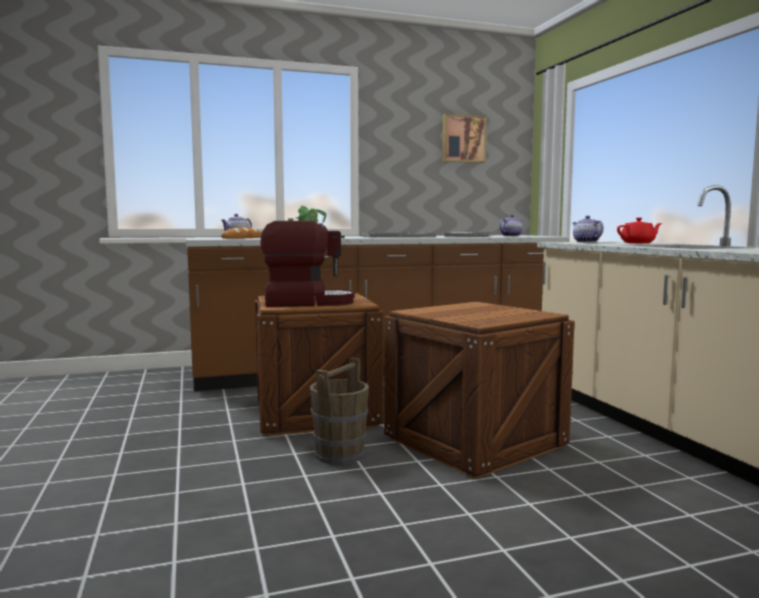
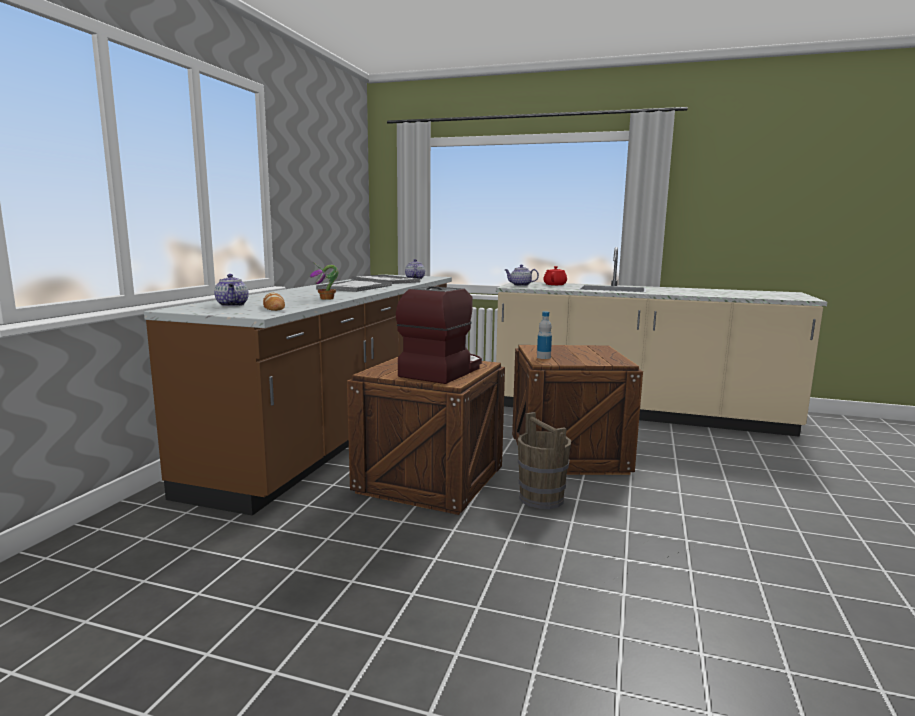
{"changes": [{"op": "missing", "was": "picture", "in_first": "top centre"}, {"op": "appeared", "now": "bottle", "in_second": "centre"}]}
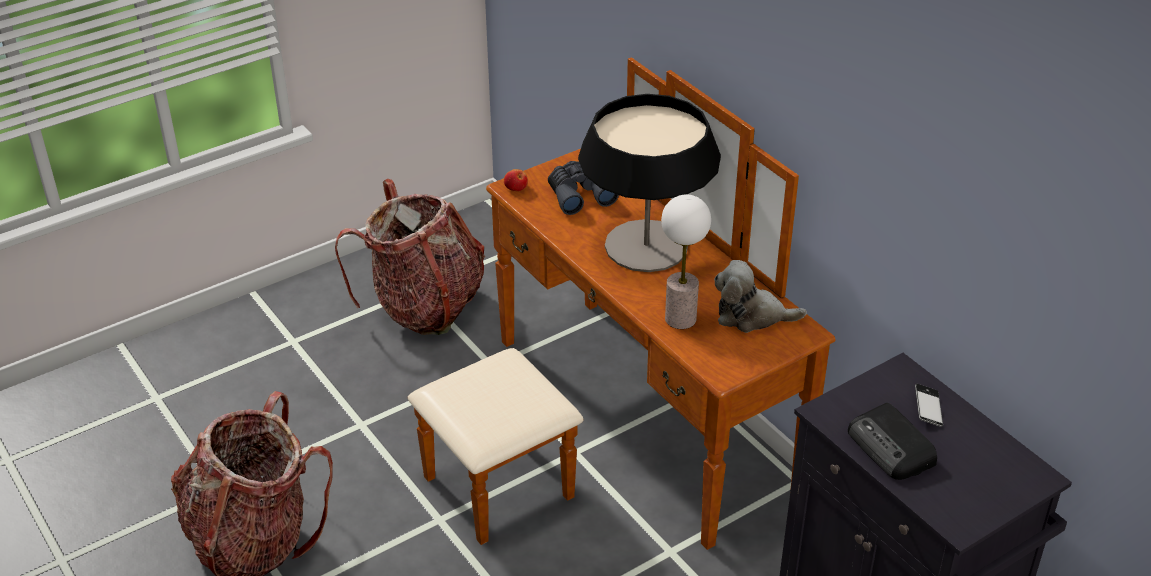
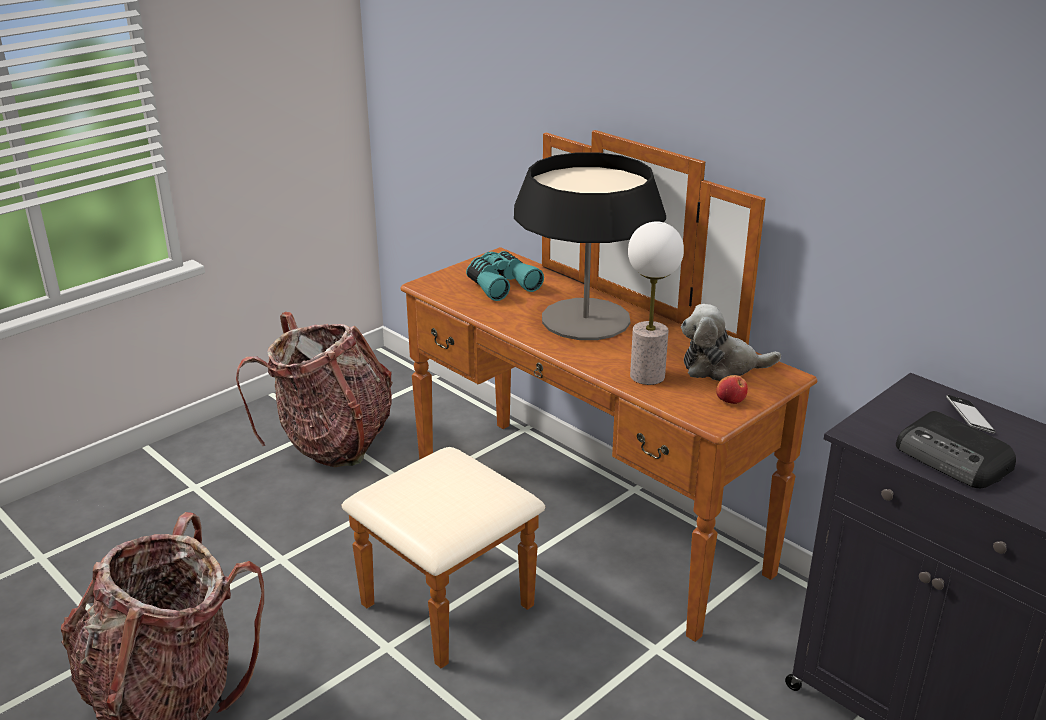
{"changes": [{"op": "relocated", "was": "apple", "in_first": "top centre", "in_second": "middle right"}, {"op": "colour", "was": "grey binoculars", "now": "turquoise binoculars", "in_first": "top centre", "in_second": "centre"}]}
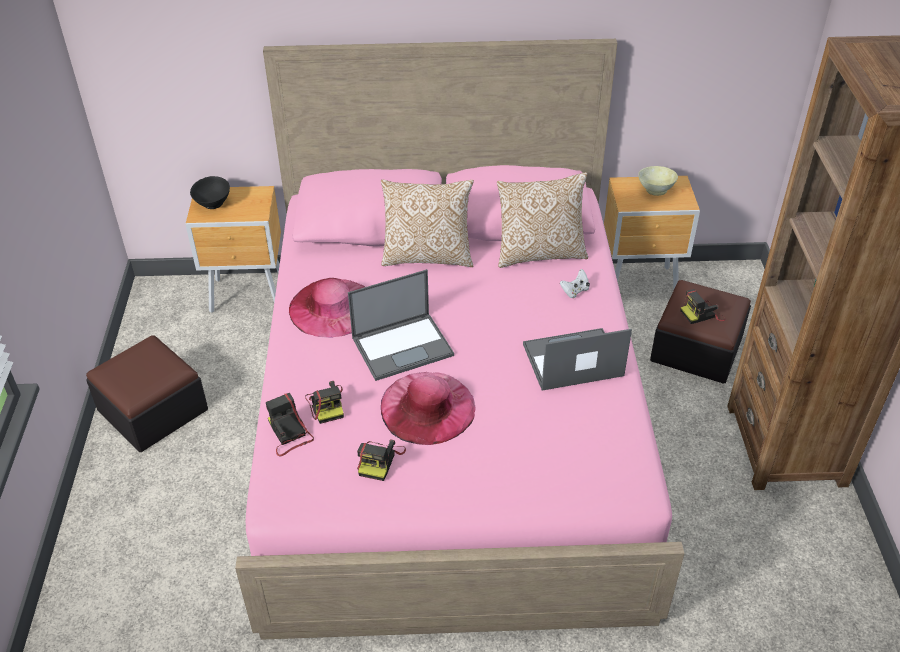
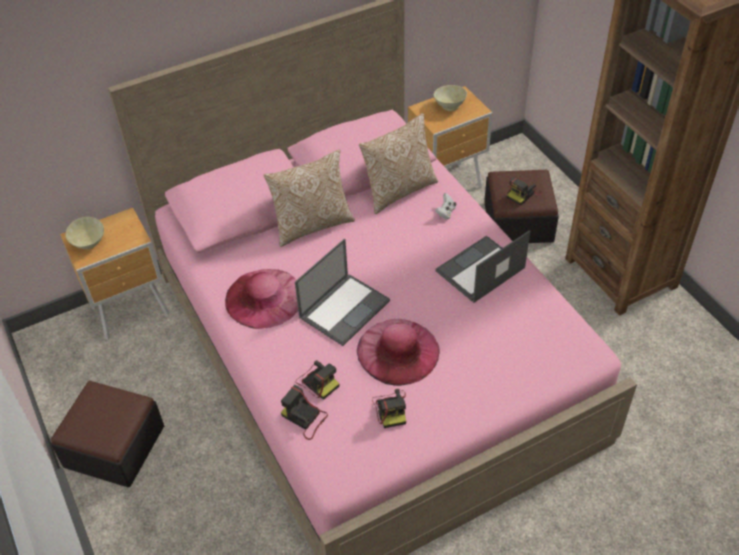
{"changes": [{"op": "colour", "was": "black bowl", "now": "beige bowl (no. 1 from left)", "in_first": "top left", "in_second": "middle left"}]}
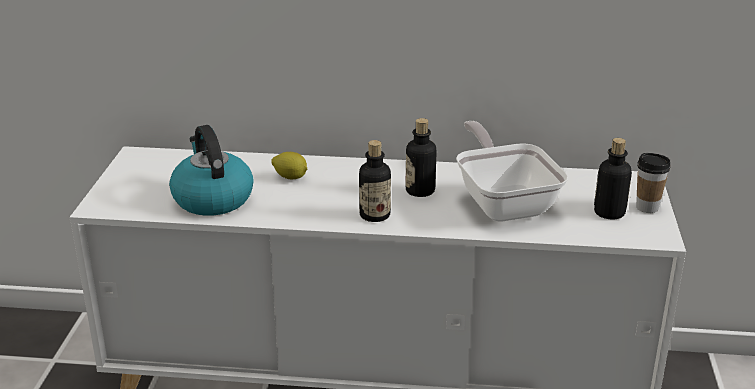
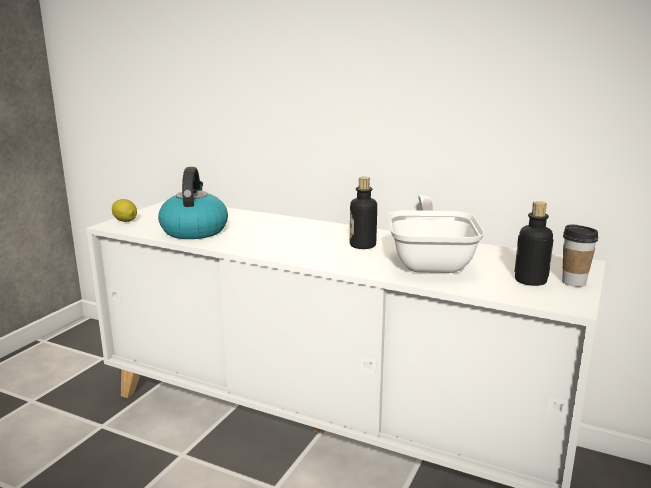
{"changes": [{"op": "missing", "was": "bottle (no. 1 from left)", "in_first": "centre"}, {"op": "relocated", "was": "lemon", "in_first": "centre", "in_second": "middle left"}]}
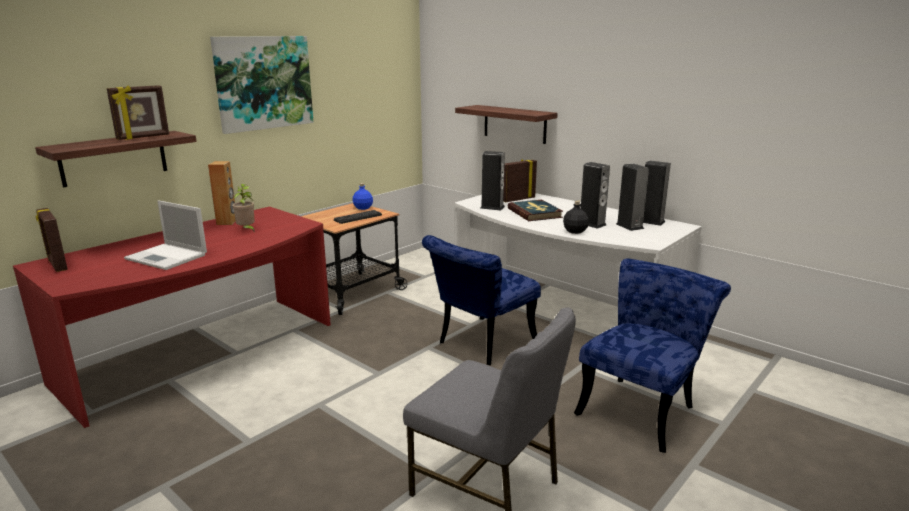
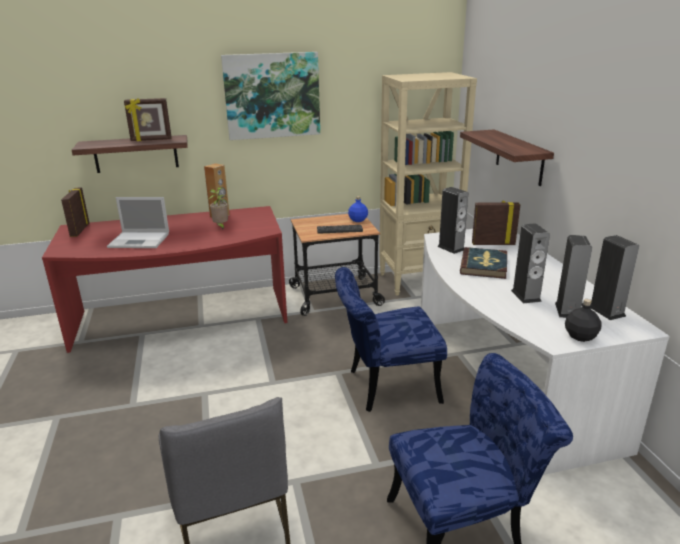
{"changes": [{"op": "appeared", "now": "beige bookcase", "in_second": "centre"}, {"op": "relocated", "was": "black bottle", "in_first": "centre", "in_second": "middle right"}, {"op": "spun", "was": "laptop", "in_first": "middle left", "in_second": "middle left", "clockwise": -60}]}
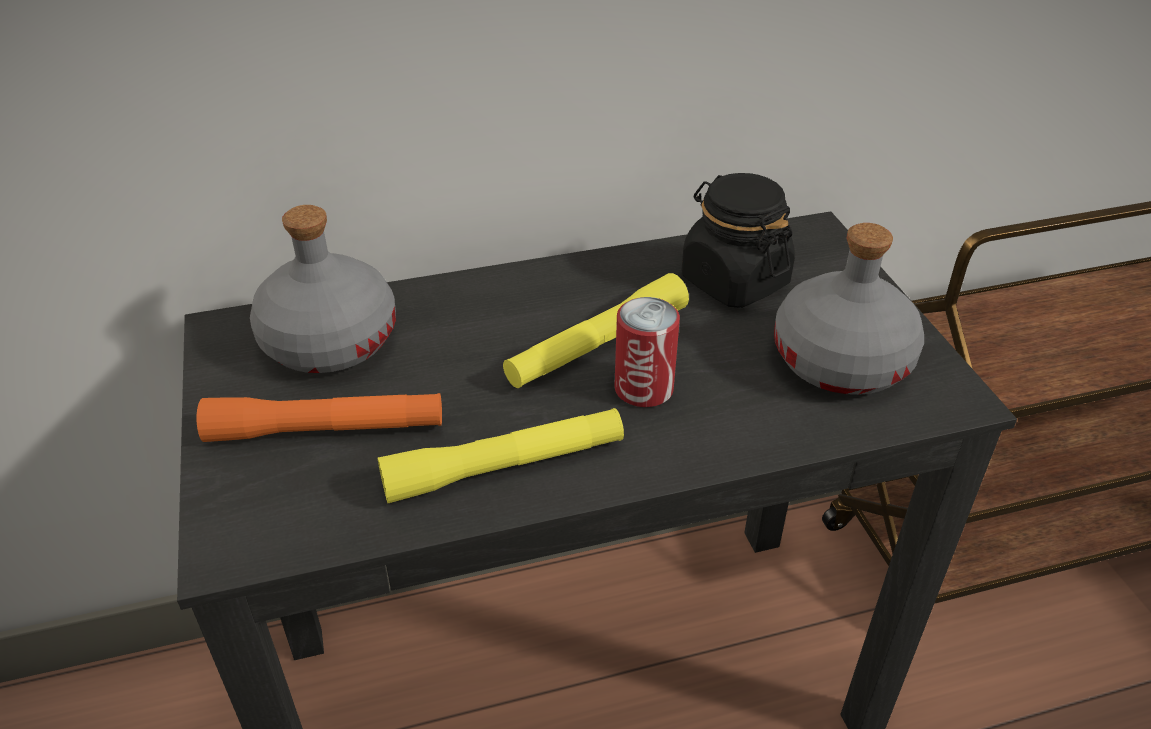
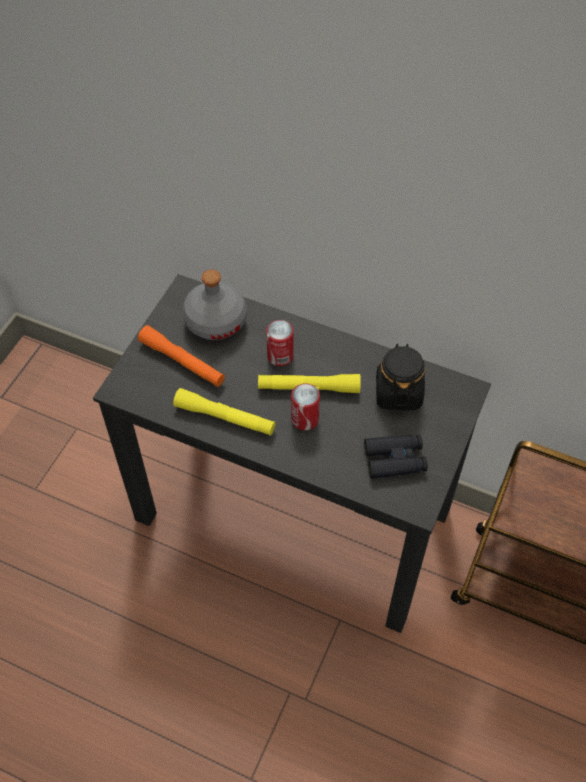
{"changes": [{"op": "appeared", "now": "can (no. 1 from left)", "in_second": "centre"}, {"op": "exchanged", "was": "grey bottle (no. 2 from left)", "now": "black binoculars", "in_first": "middle right", "in_second": "middle right"}]}
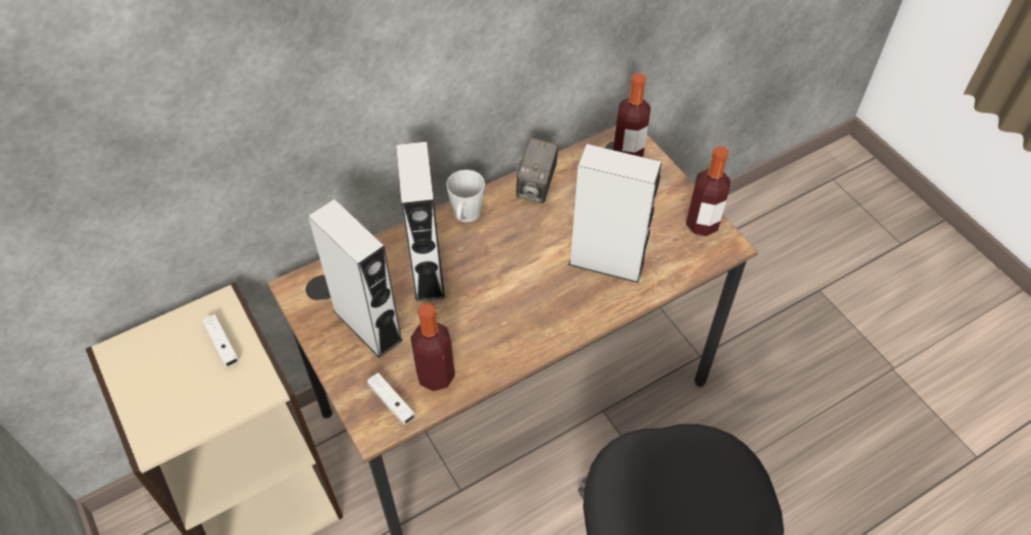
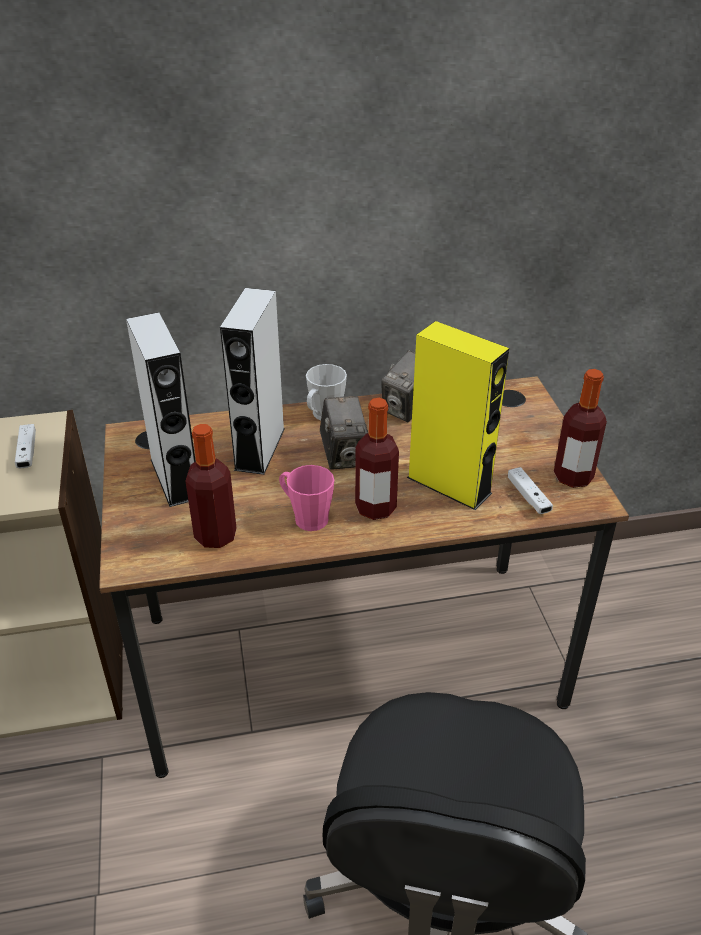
{"changes": [{"op": "appeared", "now": "pink mug", "in_second": "centre"}, {"op": "appeared", "now": "photo camera (no. 1 from left)", "in_second": "centre"}, {"op": "relocated", "was": "white game controller (no. 2 from left)", "in_first": "bottom centre", "in_second": "middle right"}, {"op": "relocated", "was": "bottle (no. 2 from left)", "in_first": "top centre", "in_second": "centre"}, {"op": "colour", "was": "grey speaker (no. 3 from left)", "now": "yellow speaker", "in_first": "centre", "in_second": "centre"}]}
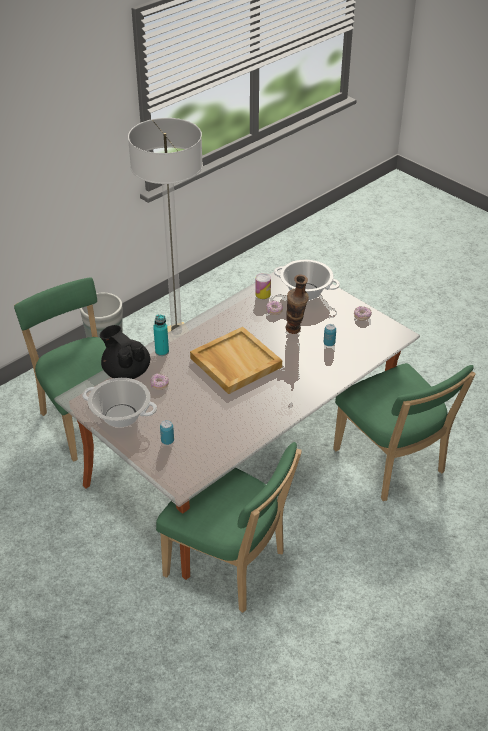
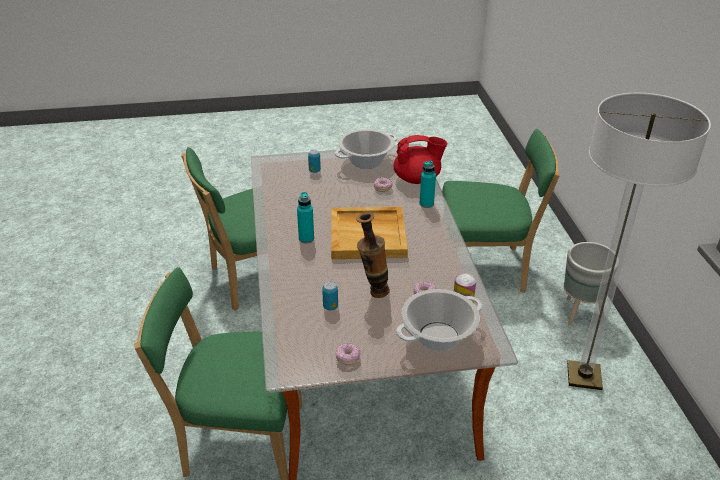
{"changes": [{"op": "appeared", "now": "turquoise bottle (no. 1 from left)", "in_second": "centre"}, {"op": "colour", "was": "black teapot", "now": "red teapot", "in_first": "middle left", "in_second": "top centre"}]}
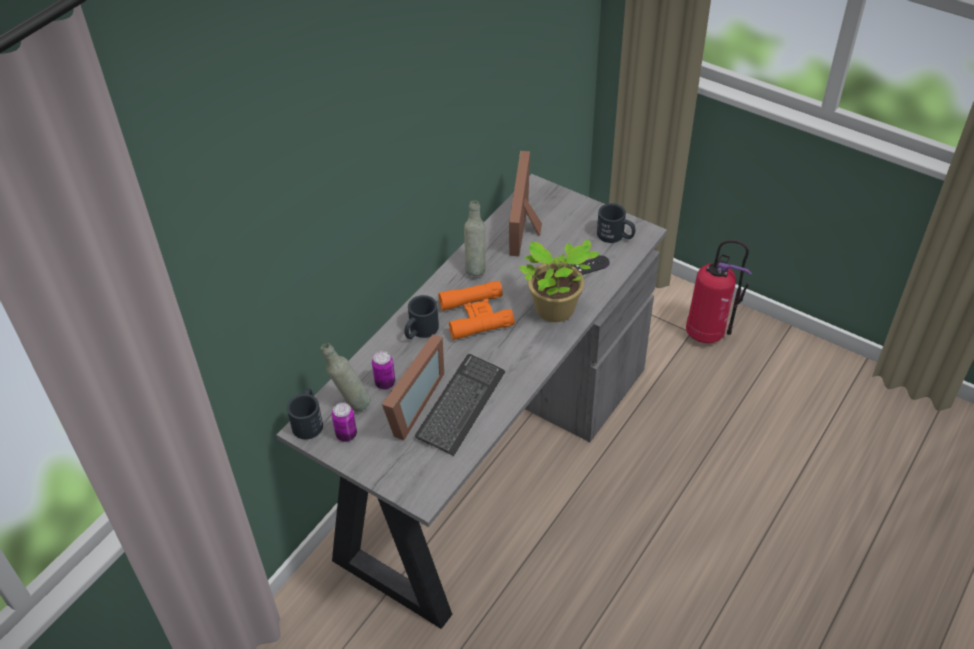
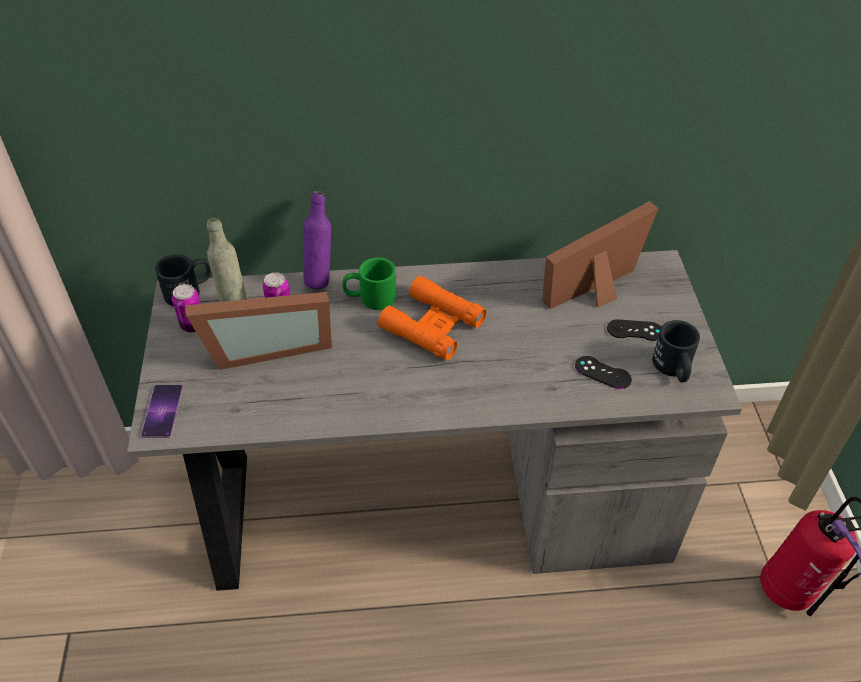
{"changes": [{"op": "missing", "was": "keyboard", "in_first": "centre"}, {"op": "missing", "was": "grey bottle (no. 2 from left)", "in_first": "centre"}, {"op": "missing", "was": "potted plant", "in_first": "centre"}, {"op": "appeared", "now": "phone", "in_second": "middle left"}, {"op": "appeared", "now": "purple bottle", "in_second": "centre"}, {"op": "appeared", "now": "black game controller (no. 2 from left)", "in_second": "middle right"}, {"op": "colour", "was": "black mug (no. 2 from left)", "now": "green mug", "in_first": "centre", "in_second": "centre"}]}
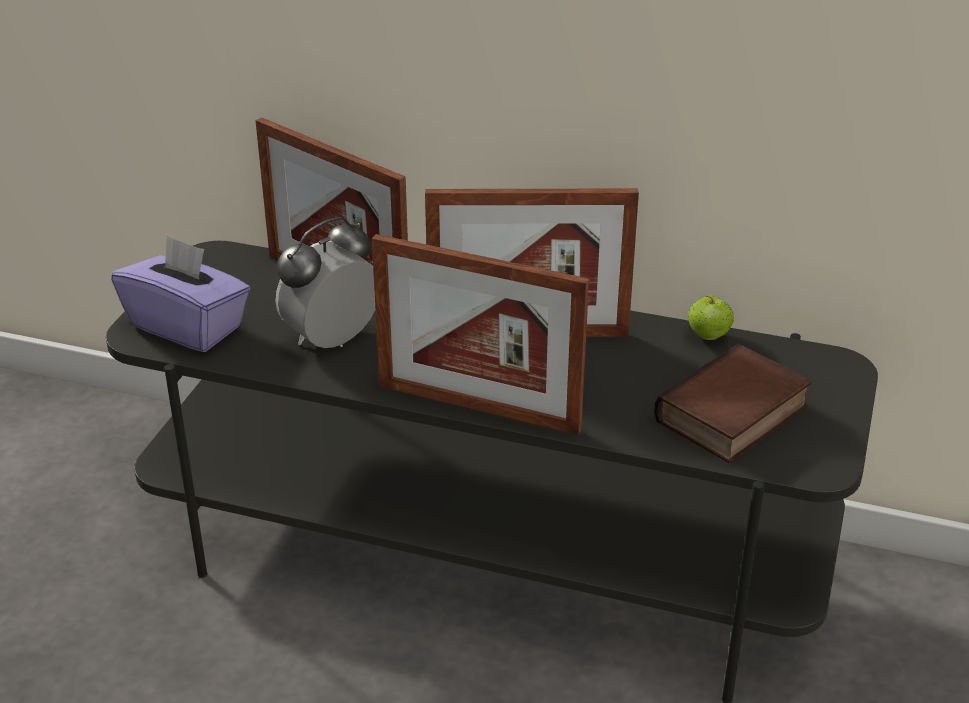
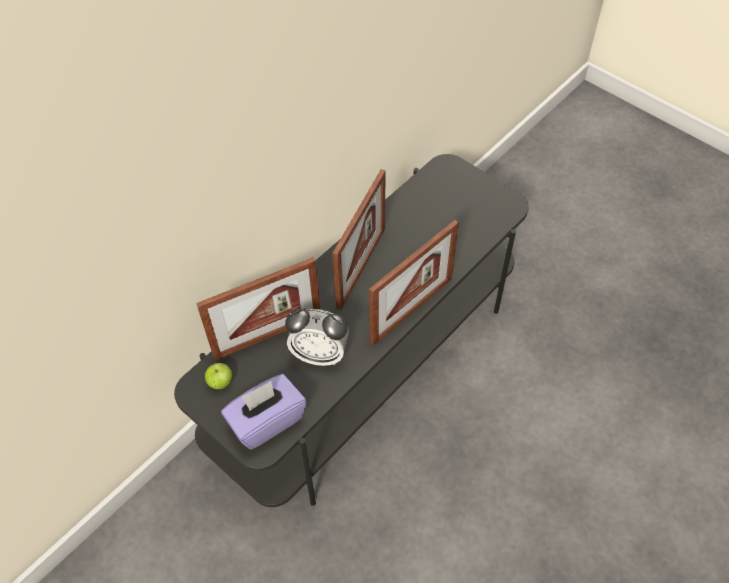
{"changes": [{"op": "missing", "was": "book", "in_first": "middle right"}, {"op": "relocated", "was": "apple", "in_first": "middle right", "in_second": "middle left"}, {"op": "spun", "was": "alarm clock", "in_first": "centre", "in_second": "centre", "clockwise": -60}]}
